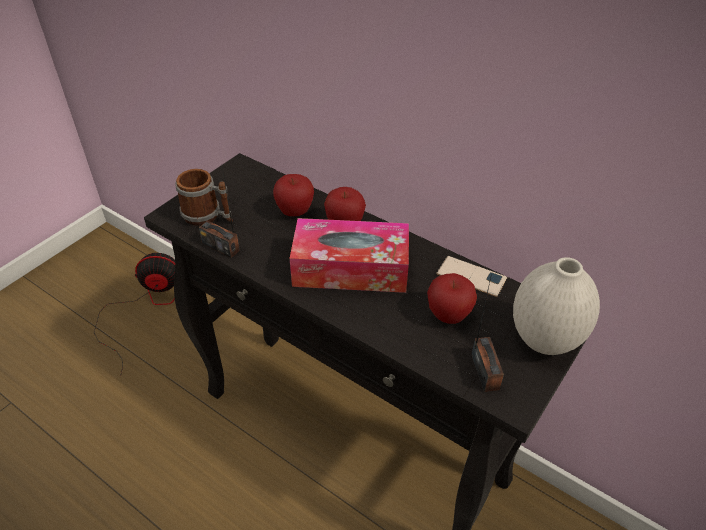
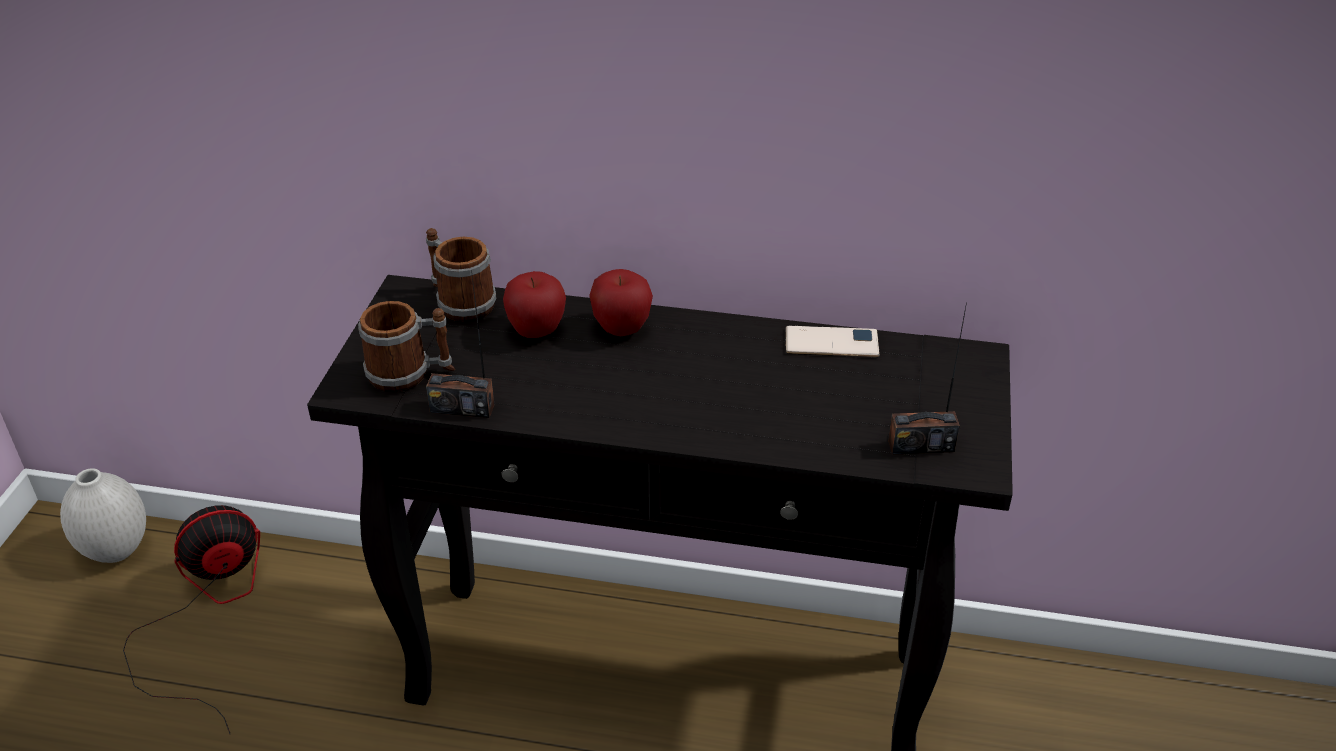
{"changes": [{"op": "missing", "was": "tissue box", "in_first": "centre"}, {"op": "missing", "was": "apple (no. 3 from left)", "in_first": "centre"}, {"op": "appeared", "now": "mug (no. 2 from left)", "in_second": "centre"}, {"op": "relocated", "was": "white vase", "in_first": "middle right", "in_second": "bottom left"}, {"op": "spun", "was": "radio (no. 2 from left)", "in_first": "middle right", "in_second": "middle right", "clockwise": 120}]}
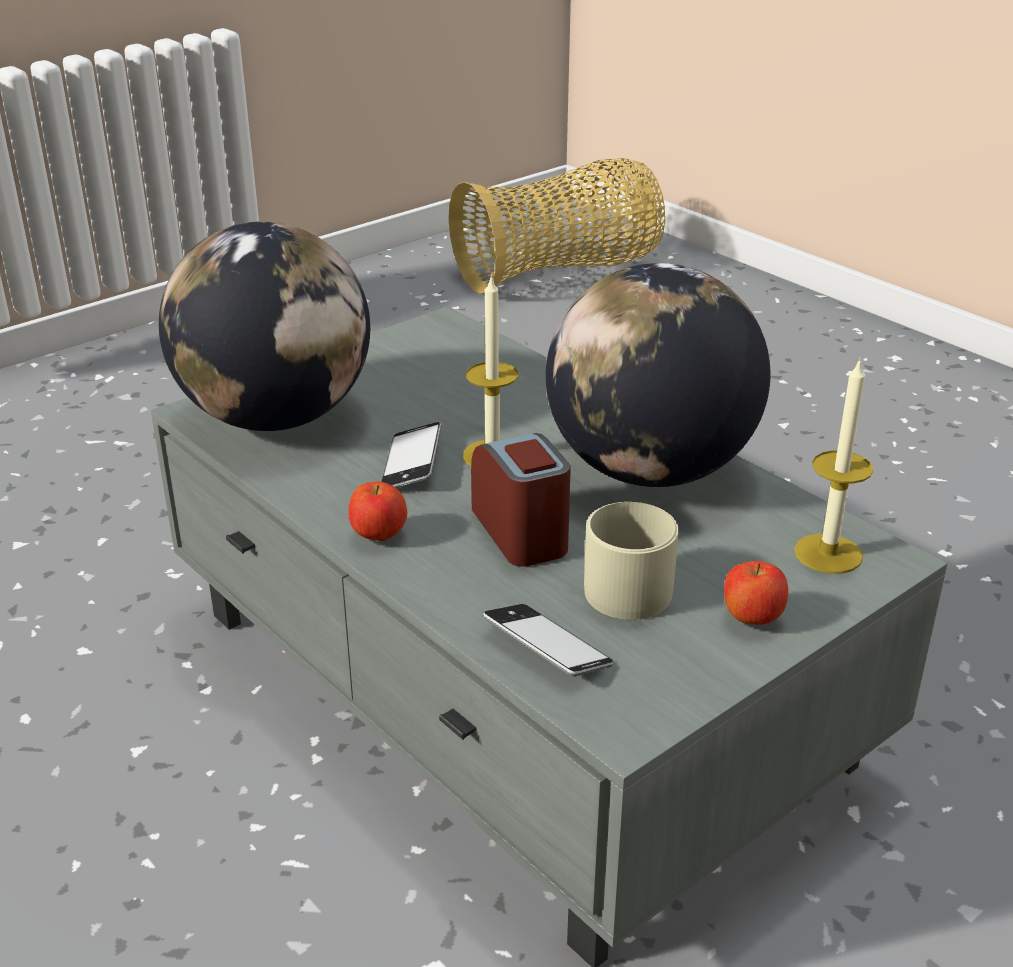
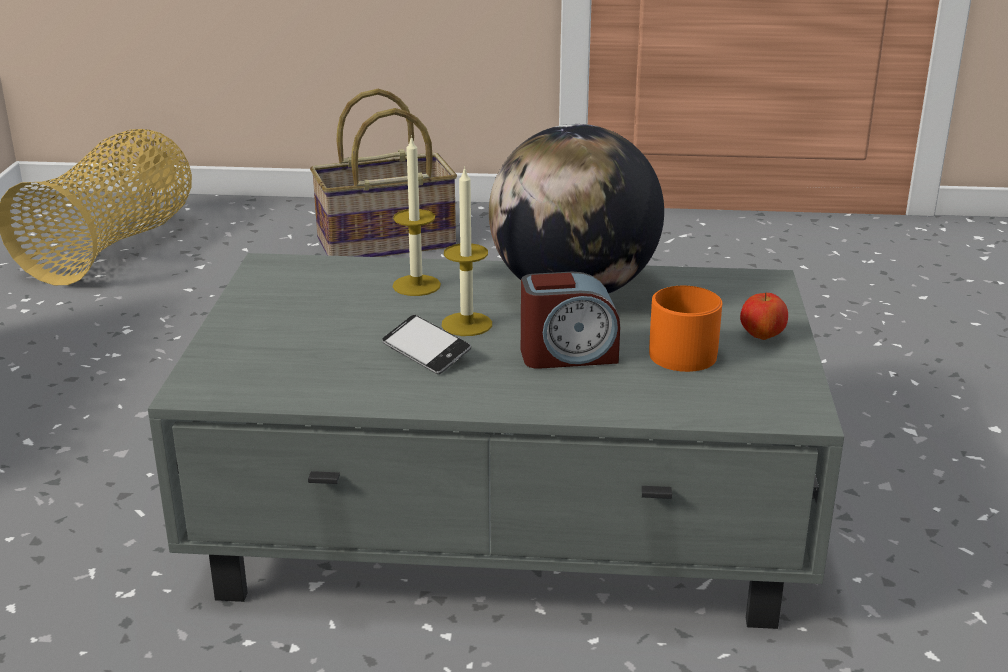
{"changes": [{"op": "missing", "was": "globe (no. 1 from left)", "in_first": "middle left"}, {"op": "missing", "was": "apple (no. 1 from left)", "in_first": "centre"}, {"op": "missing", "was": "phone (no. 2 from left)", "in_first": "centre"}, {"op": "appeared", "now": "basket (no. 2 from left)", "in_second": "top centre"}, {"op": "relocated", "was": "candle (no. 2 from left in the first image)", "now": "candle (no. 1 from left)", "in_first": "middle right", "in_second": "top centre"}, {"op": "colour", "was": "beige mug", "now": "orange mug", "in_first": "centre", "in_second": "middle right"}, {"op": "spun", "was": "alarm clock", "in_first": "centre", "in_second": "centre", "clockwise": 150}]}
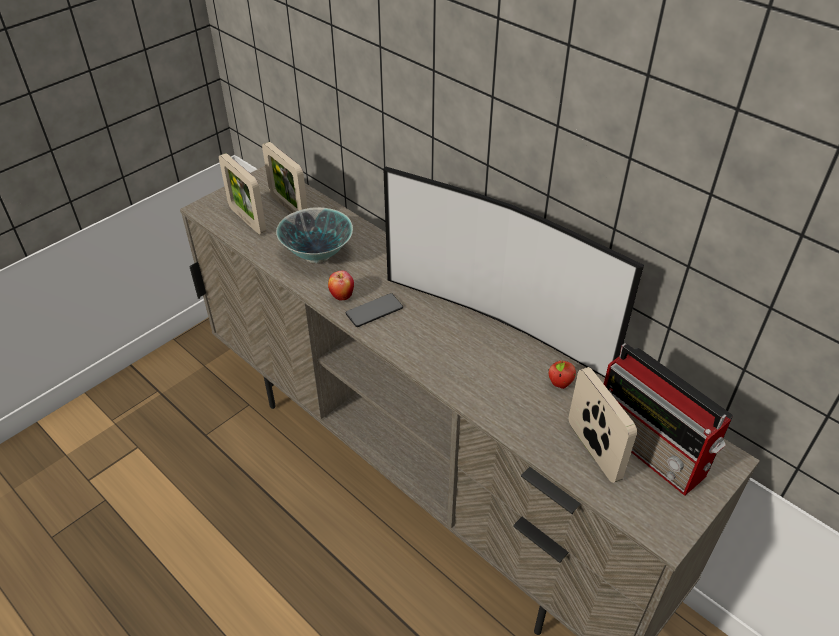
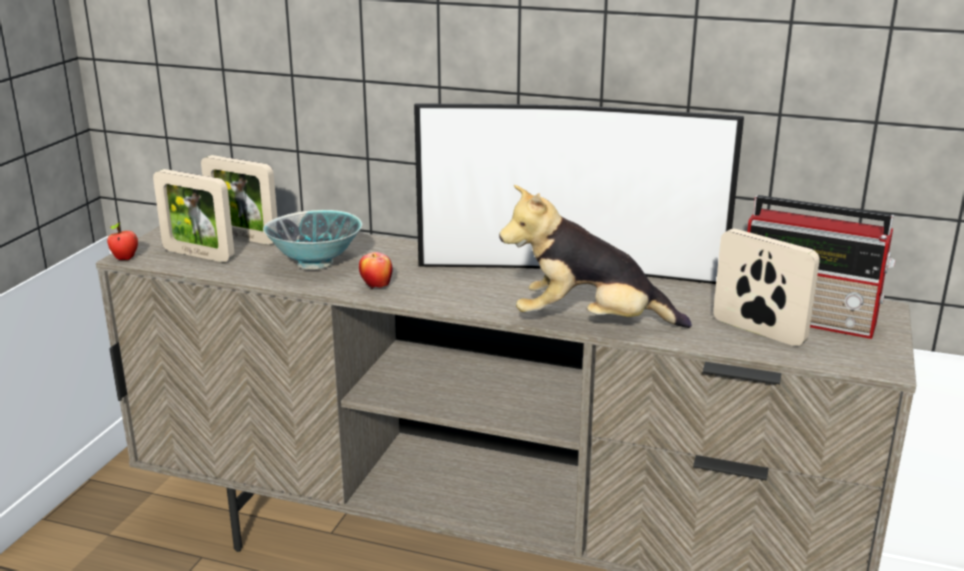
{"changes": [{"op": "missing", "was": "phone", "in_first": "centre"}, {"op": "appeared", "now": "plush toy", "in_second": "centre"}, {"op": "relocated", "was": "apple (no. 2 from left in the first image)", "now": "apple (no. 1 from left)", "in_first": "middle right", "in_second": "middle left"}]}
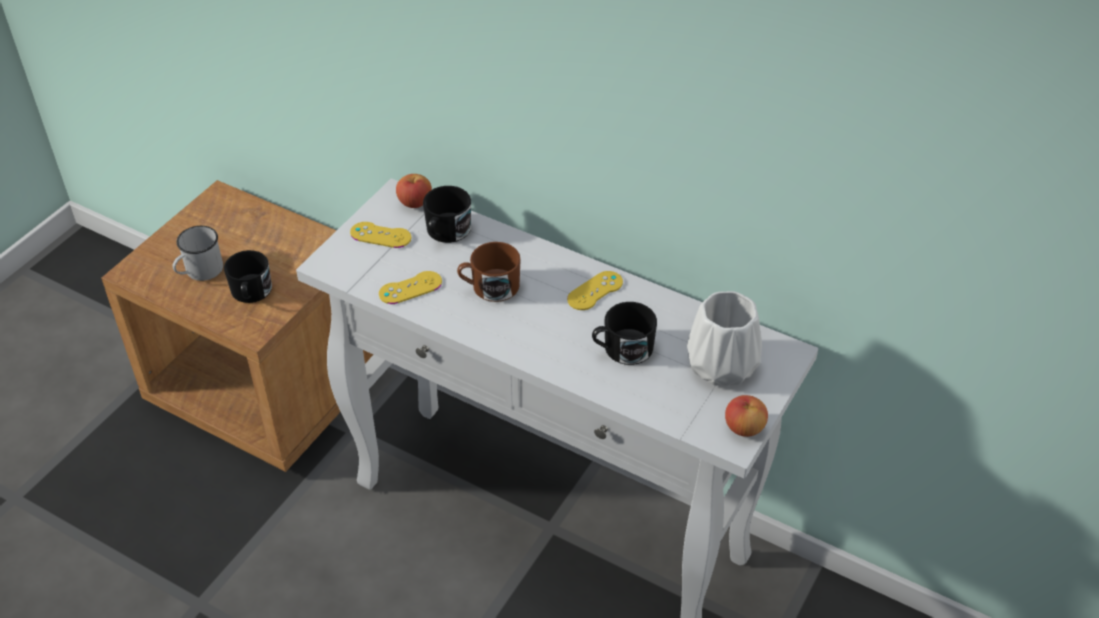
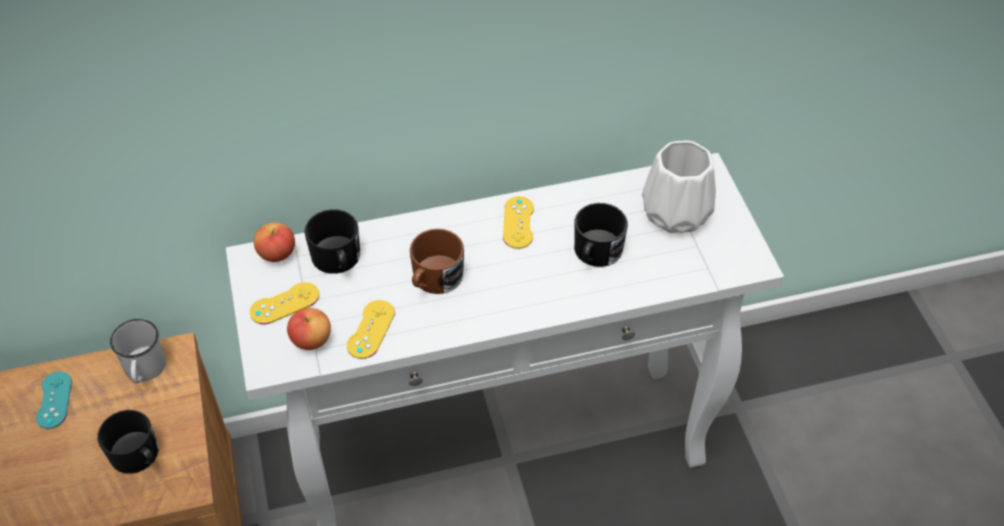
{"changes": [{"op": "appeared", "now": "turquoise game controller", "in_second": "bottom left"}, {"op": "relocated", "was": "white mug", "in_first": "middle left", "in_second": "bottom left"}, {"op": "relocated", "was": "apple (no. 2 from left)", "in_first": "bottom right", "in_second": "middle left"}]}
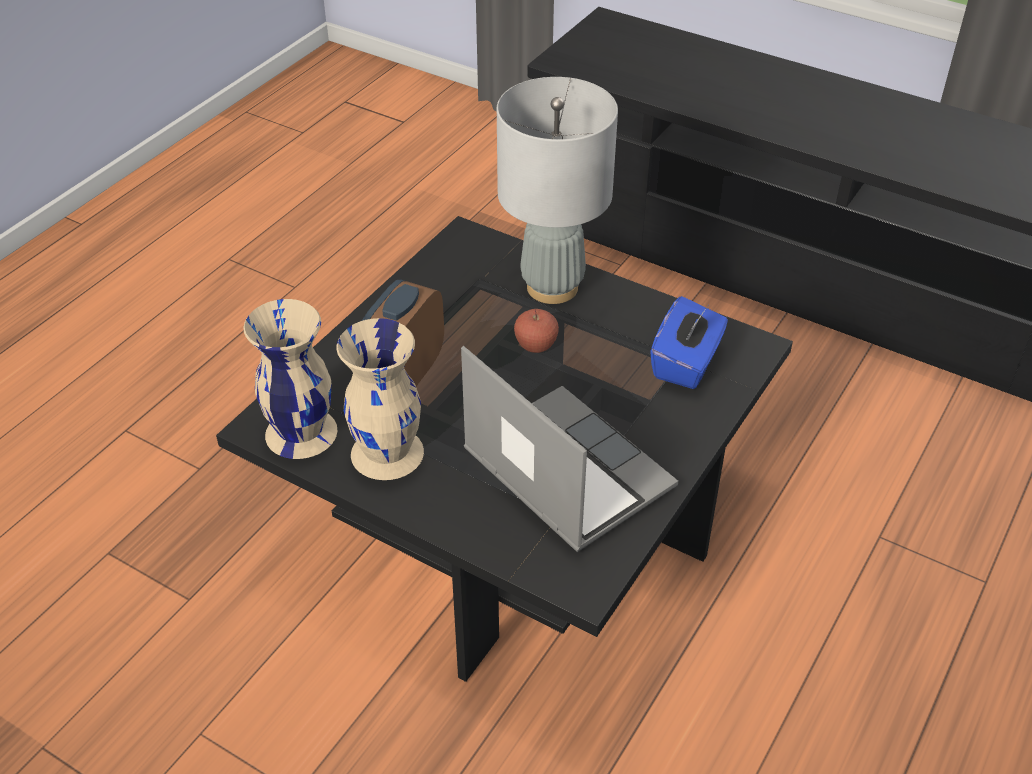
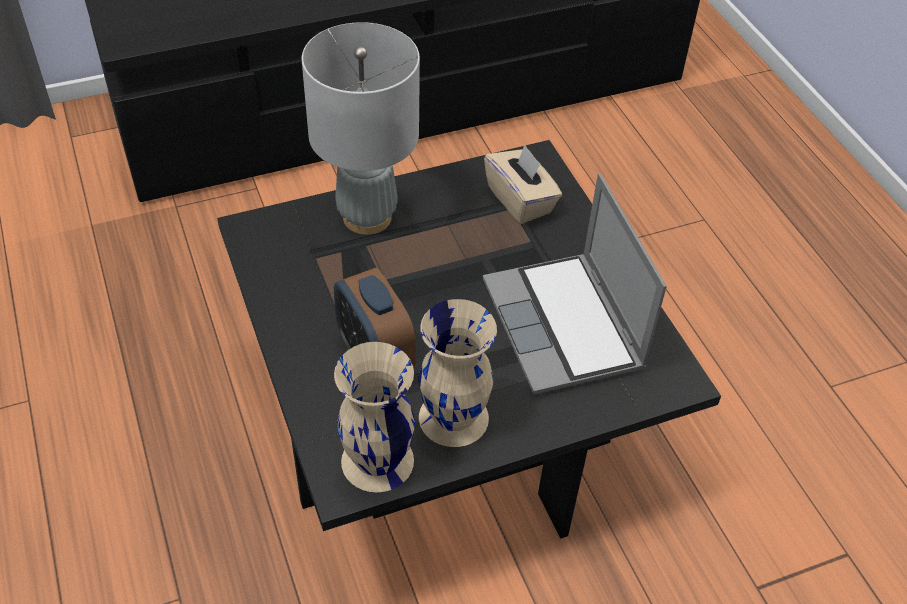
{"changes": [{"op": "missing", "was": "apple", "in_first": "centre"}, {"op": "colour", "was": "blue tissue box", "now": "beige tissue box", "in_first": "middle right", "in_second": "top centre"}, {"op": "spun", "was": "laptop", "in_first": "centre", "in_second": "centre", "clockwise": -105}]}
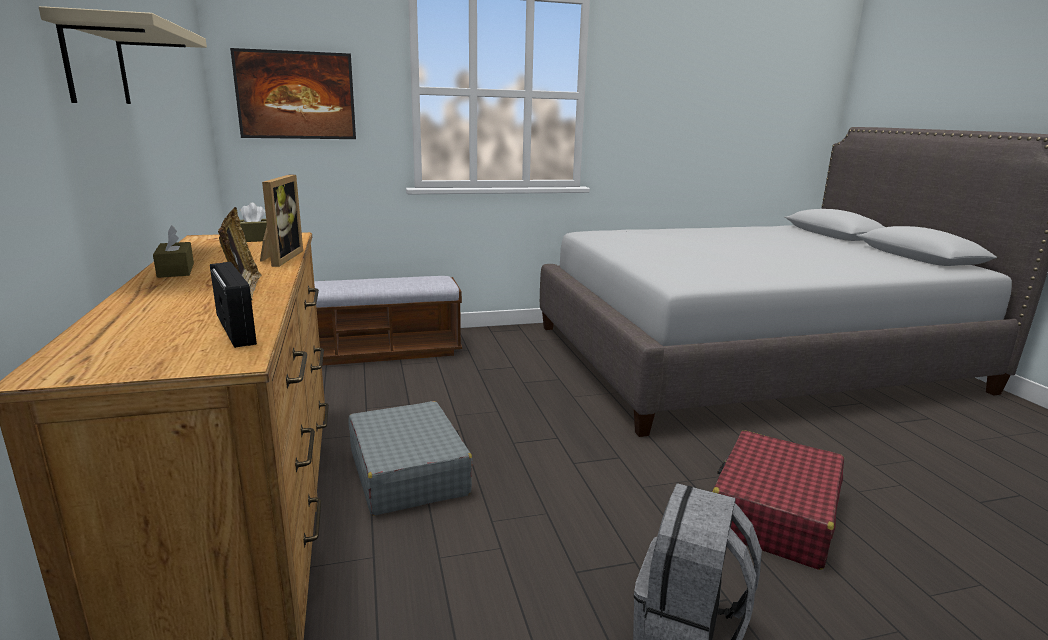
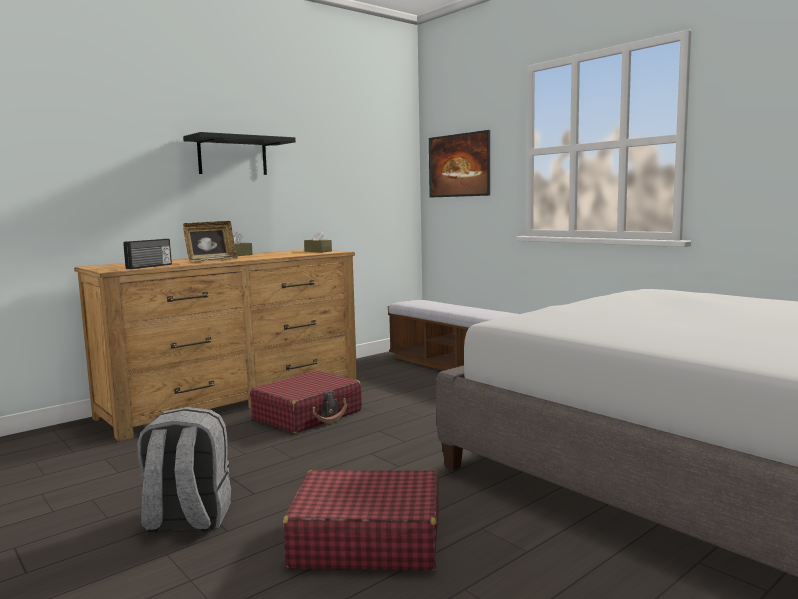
{"changes": [{"op": "missing", "was": "picture frame (no. 2 from left)", "in_first": "middle left"}, {"op": "colour", "was": "beige shelf", "now": "black shelf", "in_first": "top left", "in_second": "top left"}, {"op": "colour", "was": "grey suitcase", "now": "red suitcase (no. 1 from left)", "in_first": "bottom centre", "in_second": "bottom centre"}]}
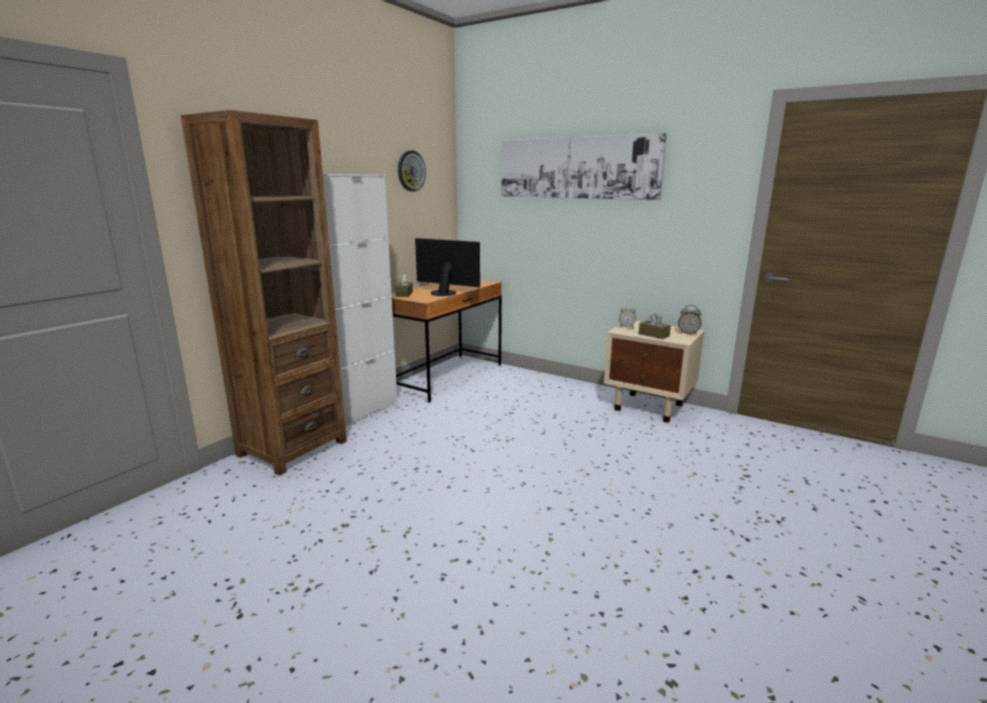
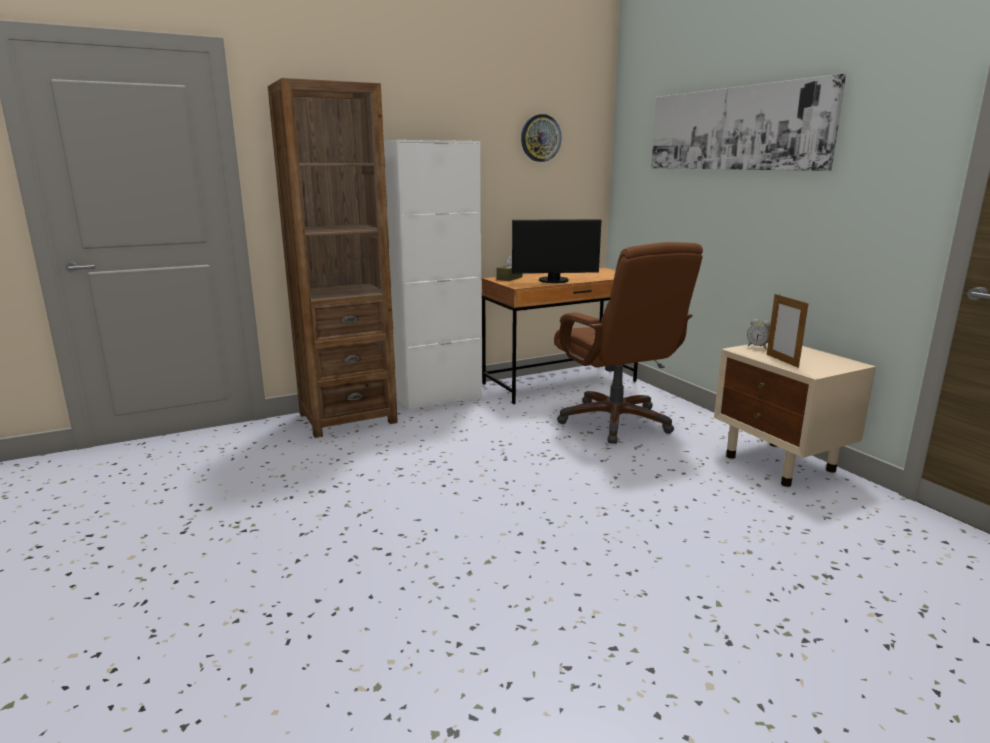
{"changes": [{"op": "missing", "was": "alarm clock (no. 2 from left)", "in_first": "middle right"}, {"op": "appeared", "now": "brown office chair", "in_second": "centre"}, {"op": "exchanged", "was": "brown tissue box (no. 2 from left)", "now": "picture frame", "in_first": "centre", "in_second": "middle right"}, {"op": "spun", "was": "monitor", "in_first": "centre", "in_second": "centre", "clockwise": 120}]}
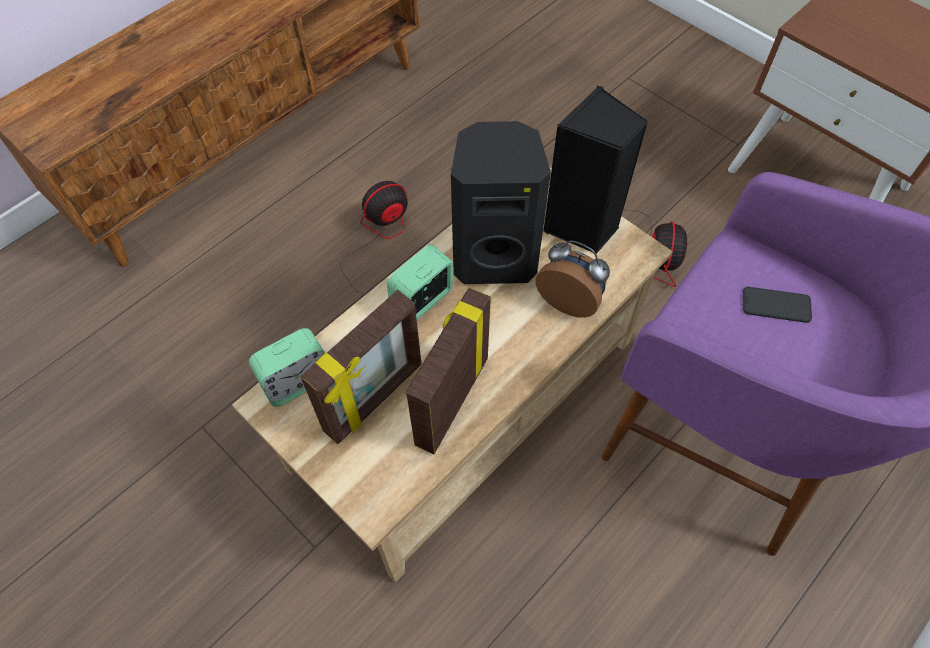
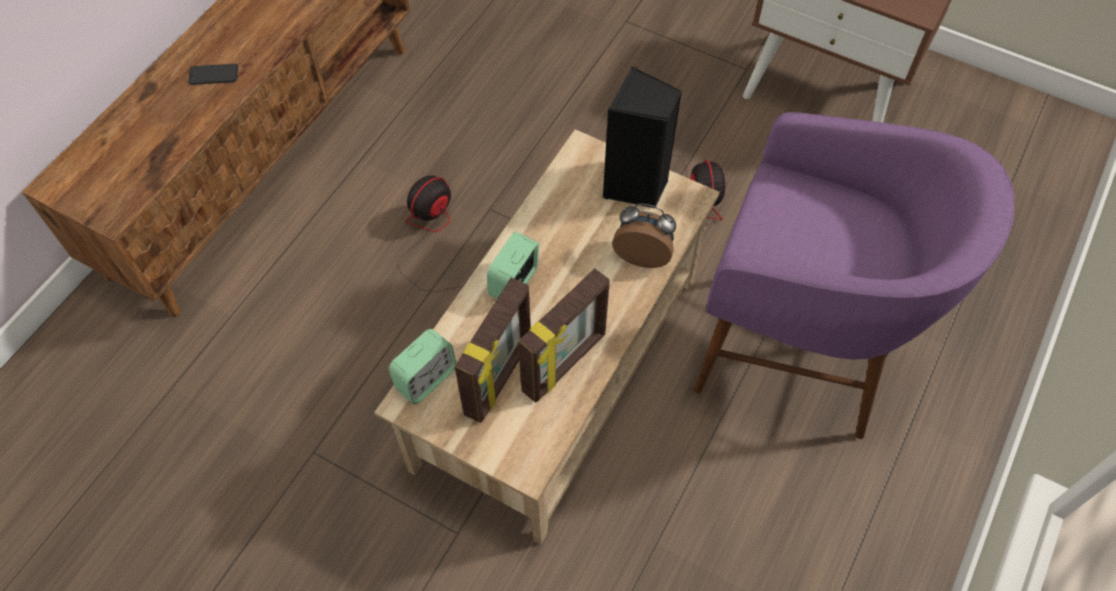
{"changes": [{"op": "missing", "was": "black speaker (no. 1 from left)", "in_first": "top centre"}, {"op": "relocated", "was": "phone", "in_first": "middle right", "in_second": "top left"}, {"op": "spun", "was": "picture frame (no. 2 from left)", "in_first": "centre", "in_second": "centre", "clockwise": -150}]}
